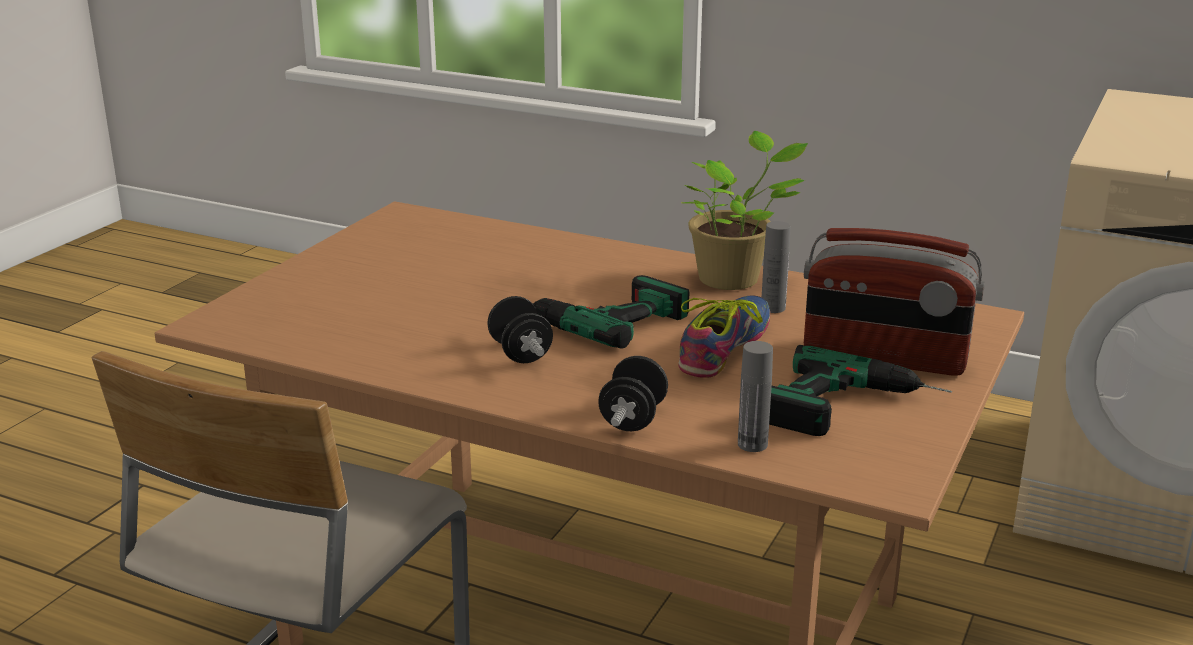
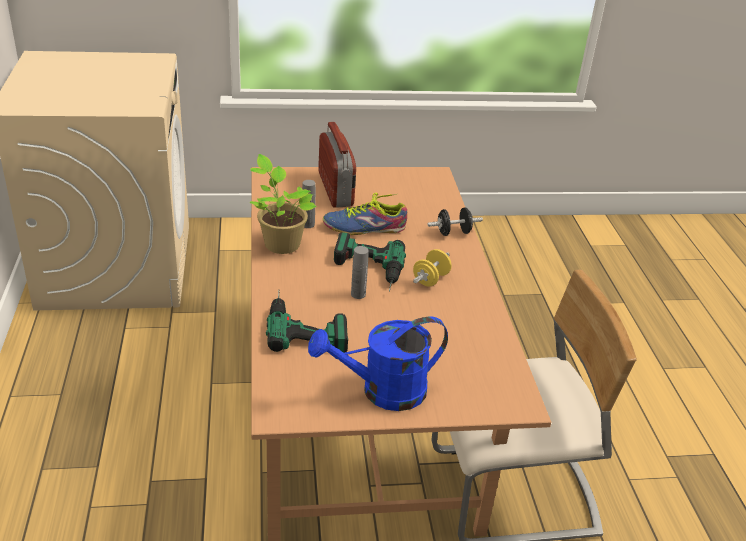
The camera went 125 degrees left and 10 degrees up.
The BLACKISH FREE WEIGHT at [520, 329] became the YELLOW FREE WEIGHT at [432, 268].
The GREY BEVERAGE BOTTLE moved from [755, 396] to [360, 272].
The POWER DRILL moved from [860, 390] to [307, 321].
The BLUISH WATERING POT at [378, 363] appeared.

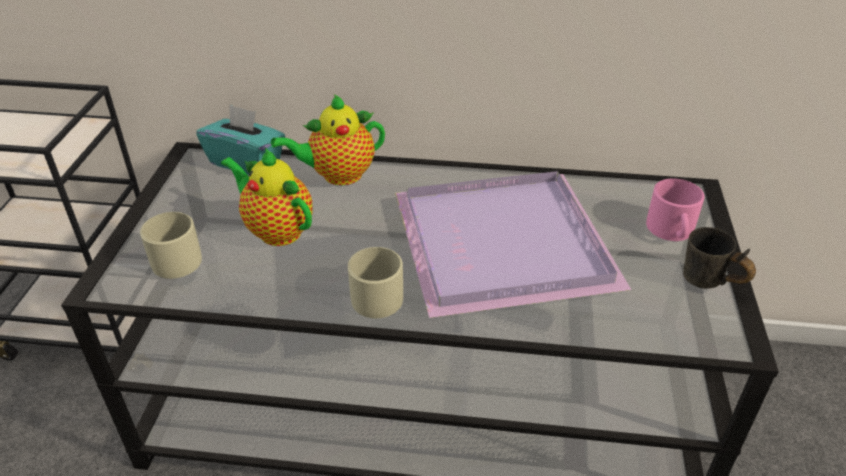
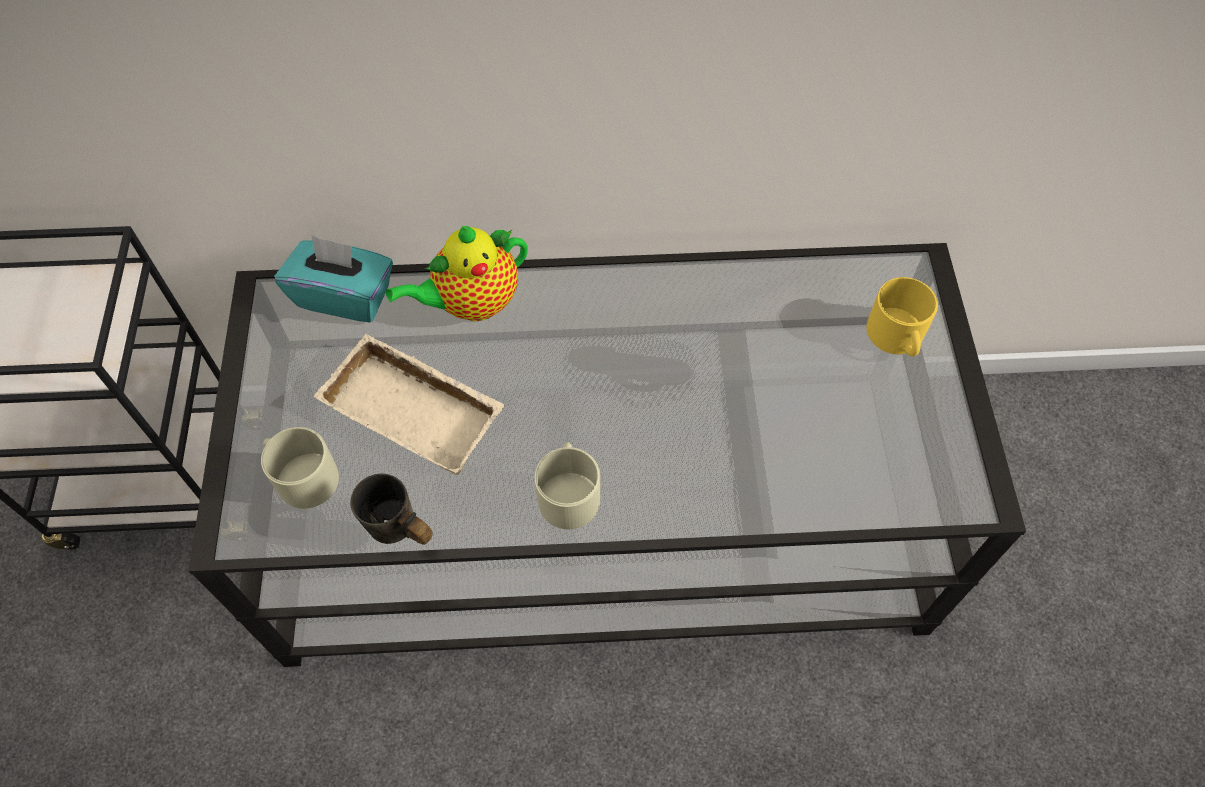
The camera went 10 degrees left and 20 degrees up.
The TEAPOT at [267, 196] was replaced by the BEIGE CARRYING TRAY at [409, 404].
The PURPLE CARRYING TRAY at [513, 244] disappeared.
The PINK MUG at [675, 210] became the YELLOW MUG at [902, 317].
The GREY MUG moved from [719, 258] to [391, 508].

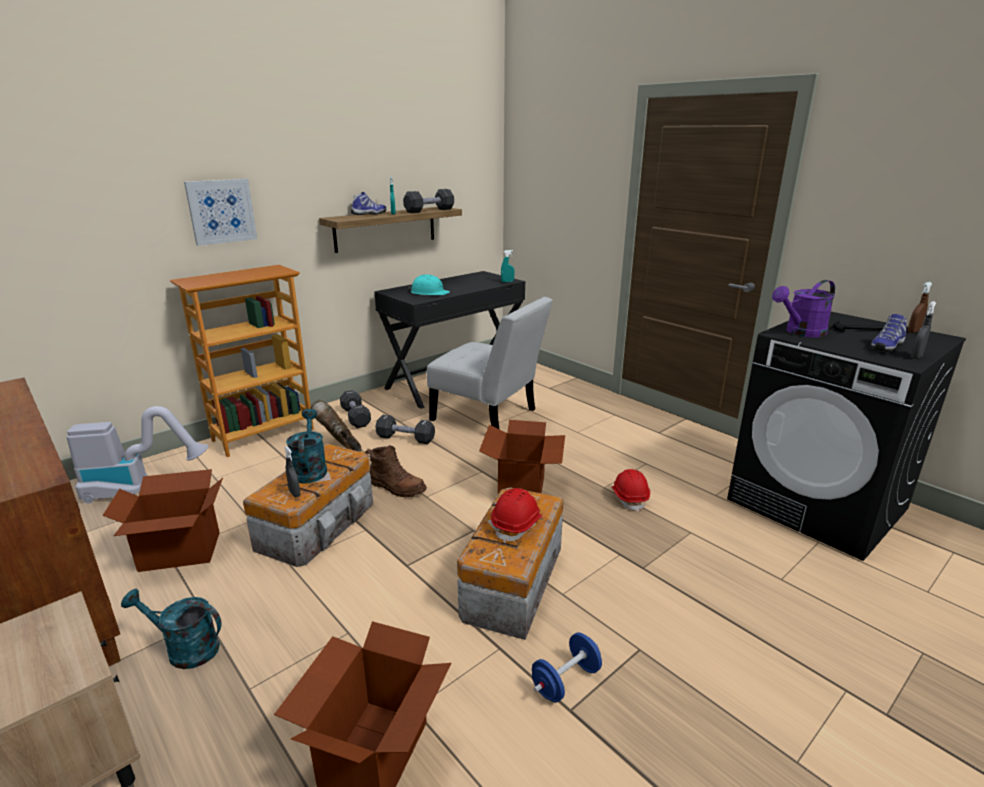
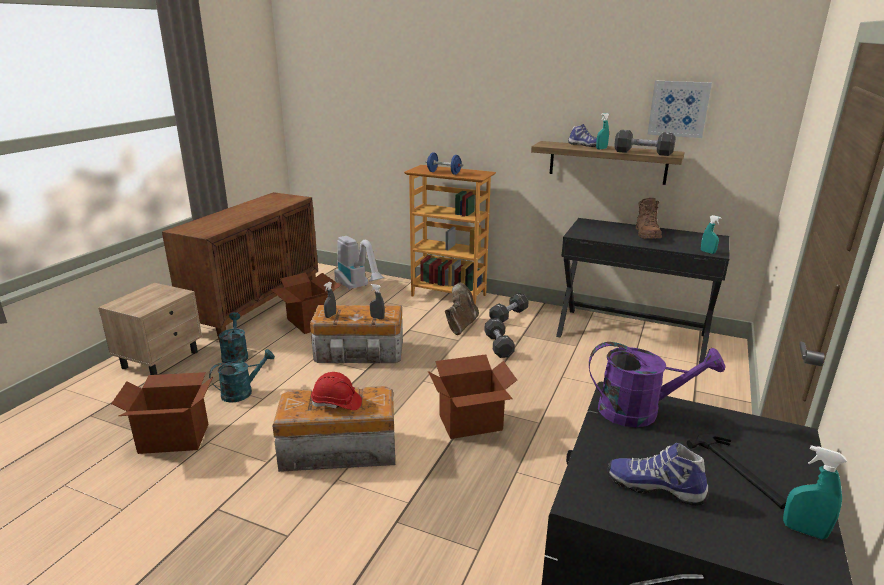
The camera went 65 degrees right and 0 degrees up.
The WALL PICTURE moved from [220, 212] to [679, 109].
The BLUE-GREEN WORK HELMET at [429, 284] disappeared.
The PURPLE WATERING POT at [803, 309] turned 150 degrees clockwise.
The BROWN SPRAYER at [920, 307] became the BLUE-GREEN SPRAYER at [815, 492].
The WHITE-COLOURED UPRIGHT CHAIR at [490, 363] disappeared.
The GREY SPRAYER moved from [923, 330] to [377, 302].
The BLUE-GREEN WATERING POT moved from [306, 446] to [242, 376].
The BROWN TALL BOOT moved from [396, 471] to [649, 218].
The RED WORK HELMET at [631, 490] disappeared.
The BLUISH FREE WEIGHT moved from [567, 668] to [444, 164].

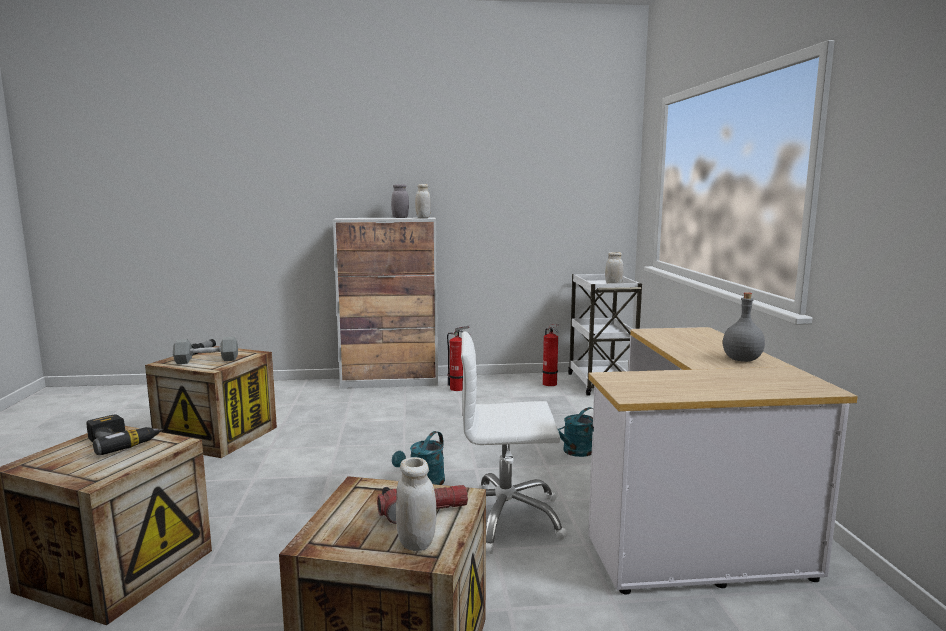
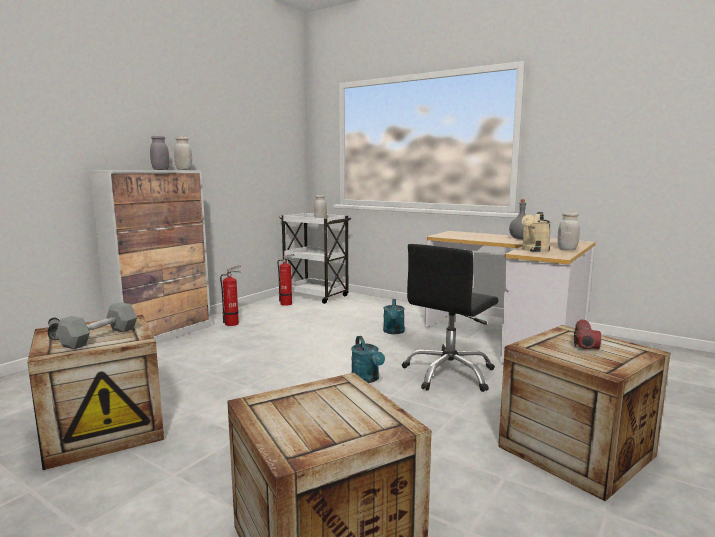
The camera went 50 degrees left and 0 degrees up.
The WHITE-COLOURED COMPUTER CHAIR at [514, 443] became the BLACKISH COMPUTER CHAIR at [450, 318].
The POWER DRILL at [124, 434] disappeared.
The WHITE-COLOURED STORAGE JAR moved from [416, 504] to [569, 231].
The BEIGE WATERING POT at [536, 232] appeared.

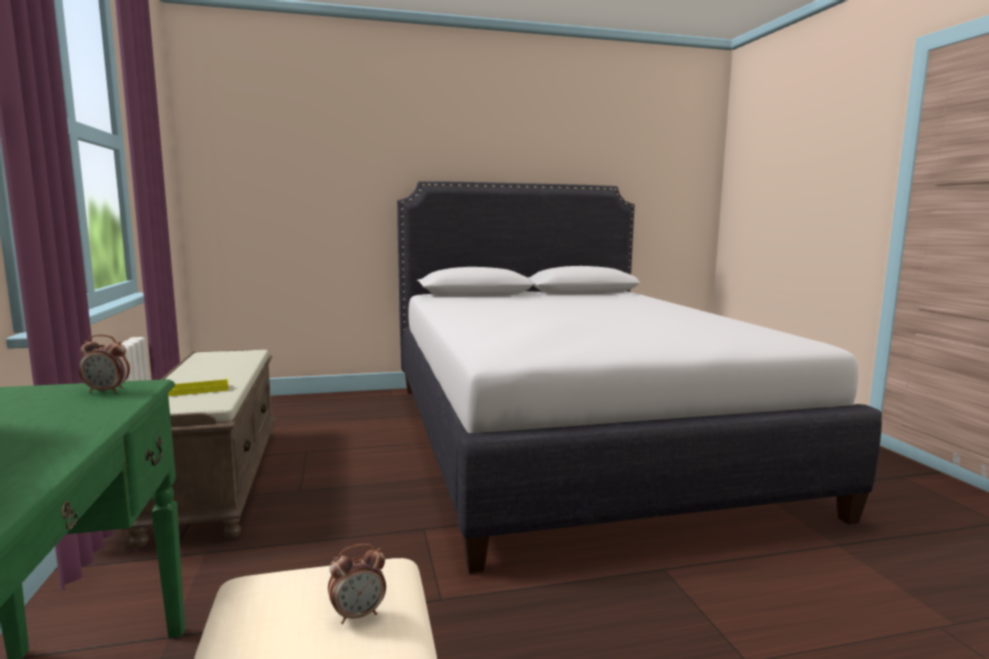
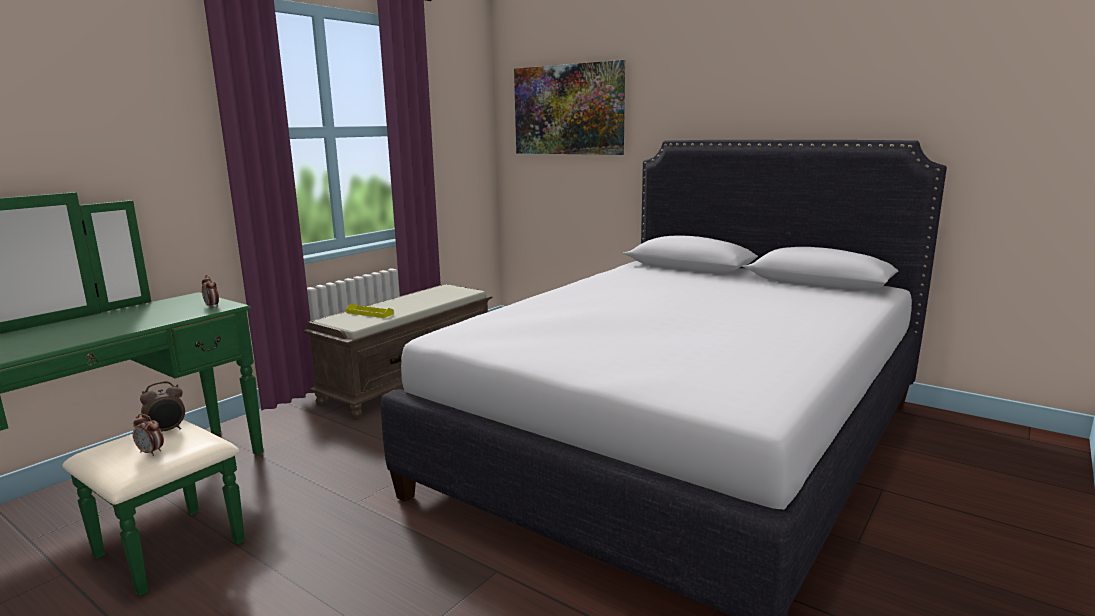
The camera went 50 degrees right and 5 degrees up.
The WALL PICTURE at [569, 107] appeared.
The BEDSIDE CLOCK at [162, 406] appeared.

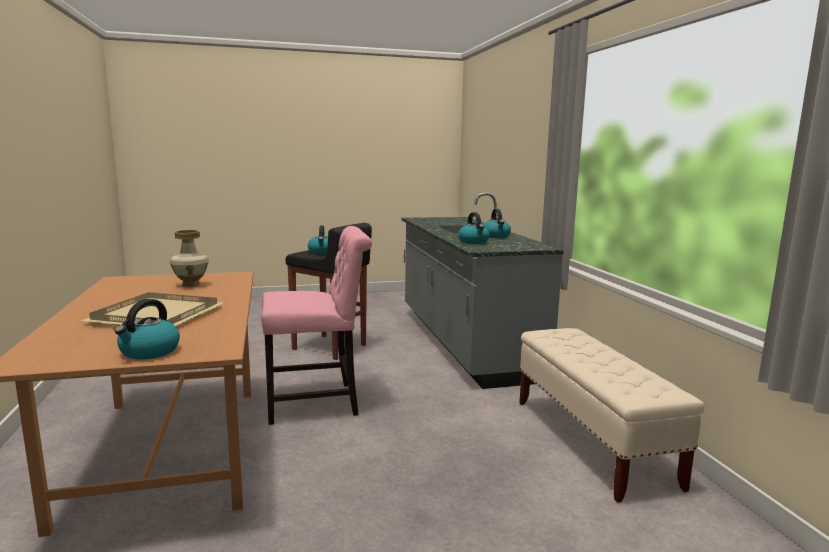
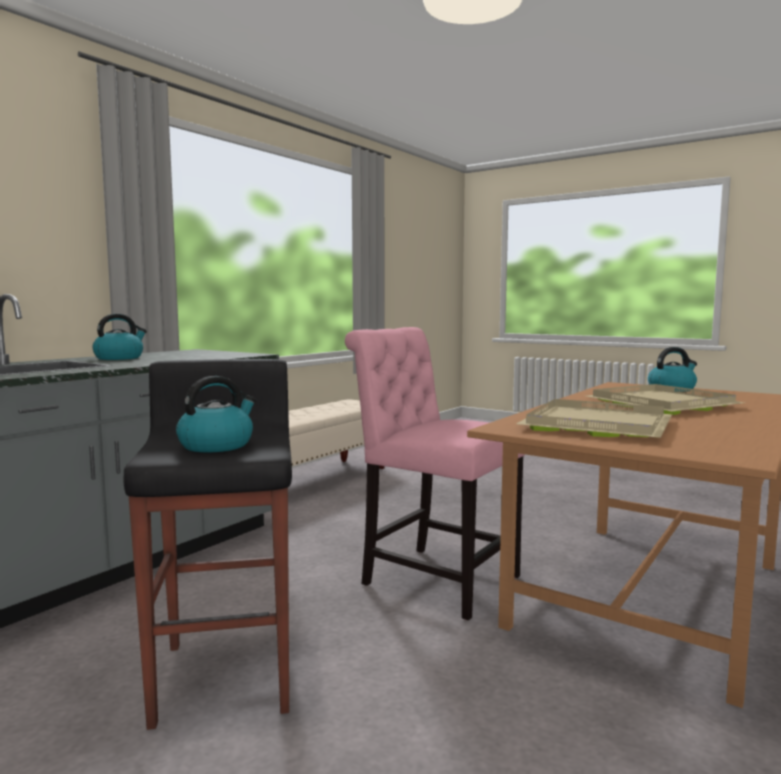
The camera went 130 degrees left and 5 degrees down.
The WATER KETTLE at [474, 228] disappeared.
The FLOWER VASE at [189, 258] was replaced by the BEIGE CARRYING TRAY at [594, 418].

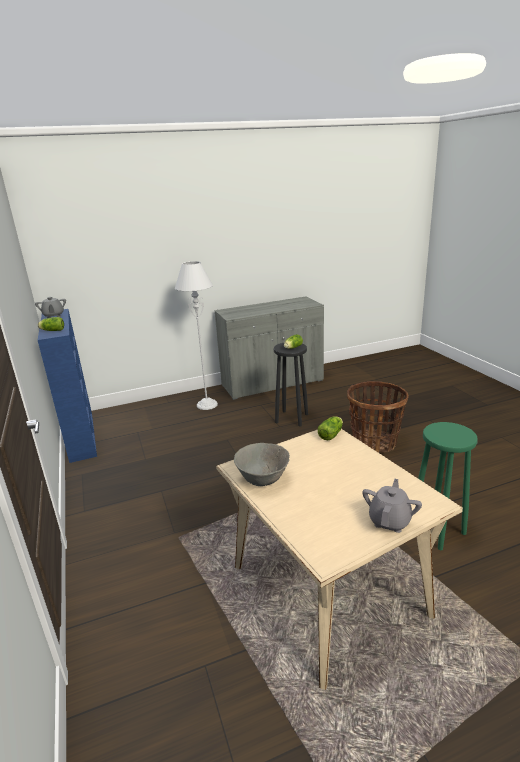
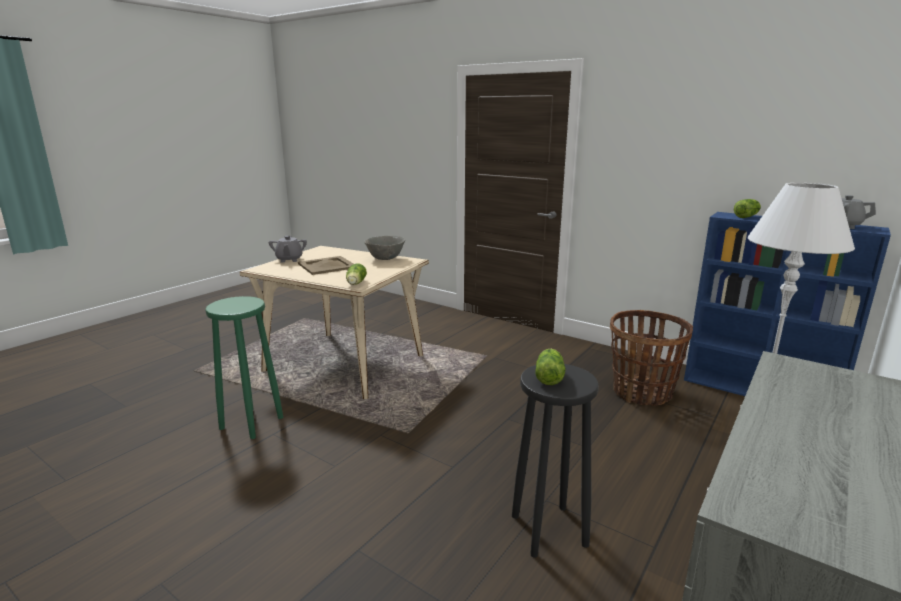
The camera went 145 degrees right and 5 degrees down.
The STORAGE BASKET moved from [378, 417] to [651, 358].
The BEIGE CARRYING TRAY at [325, 265] appeared.

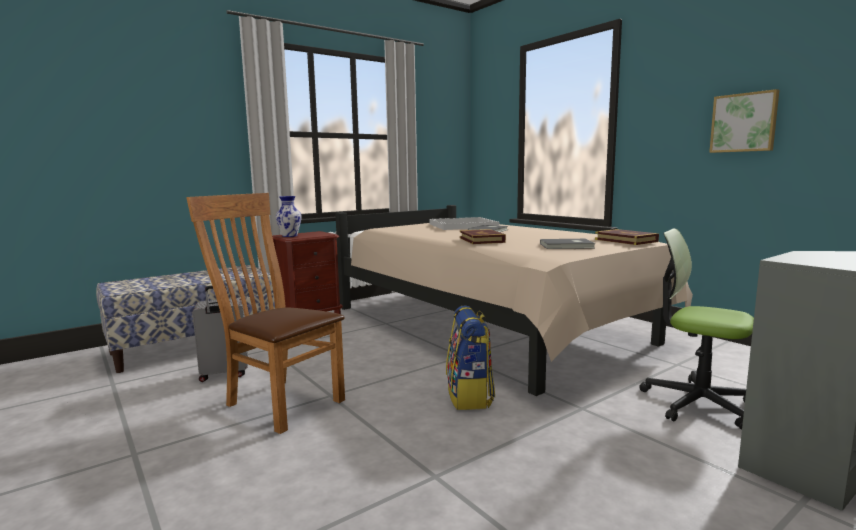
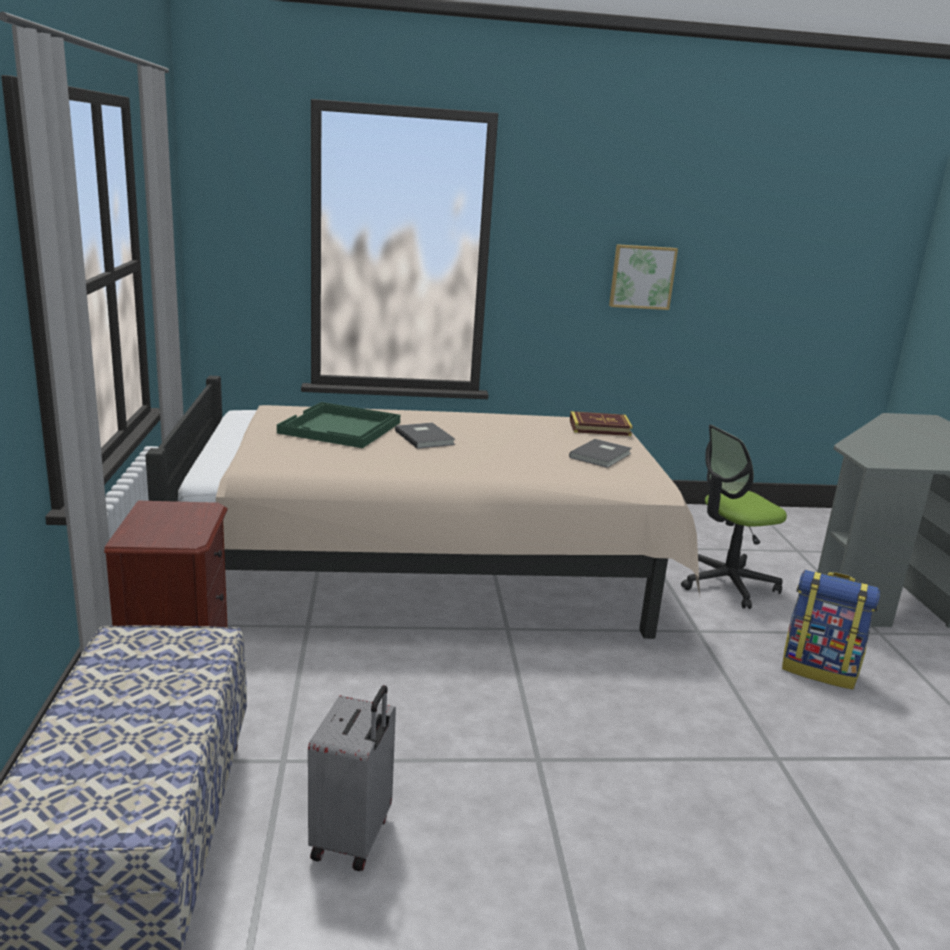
The camera went 60 degrees left and 10 degrees up.
The BROWN UPRIGHT CHAIR at [265, 313] disappeared.
The FLOWER VASE at [289, 216] disappeared.
The WHITE-COLOURED CARRYING TRAY at [464, 223] became the GREEN-COLOURED CARRYING TRAY at [338, 425].
The BOUND BOOK at [483, 236] disappeared.
The KNAPSACK moved from [470, 357] to [831, 630].

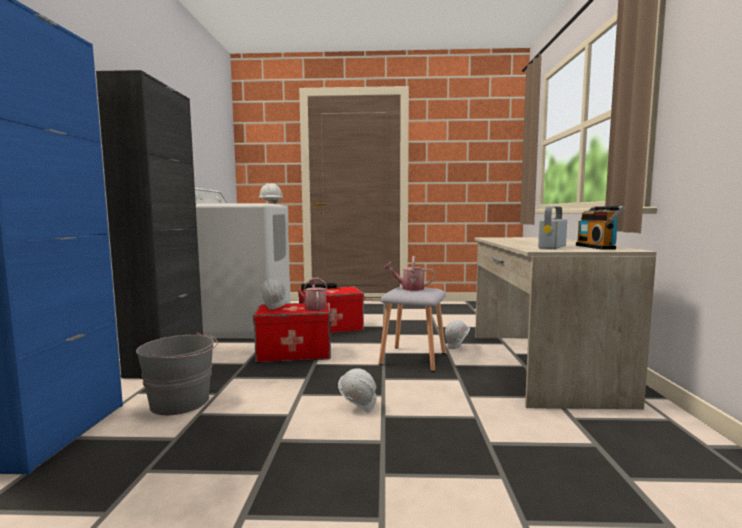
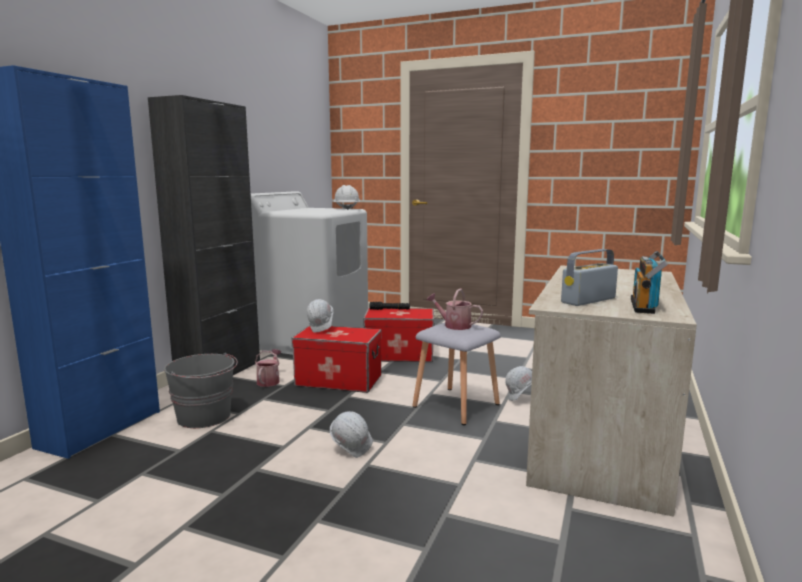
The camera went 20 degrees right and 5 degrees up.
The WATERING POT moved from [316, 294] to [268, 368].

